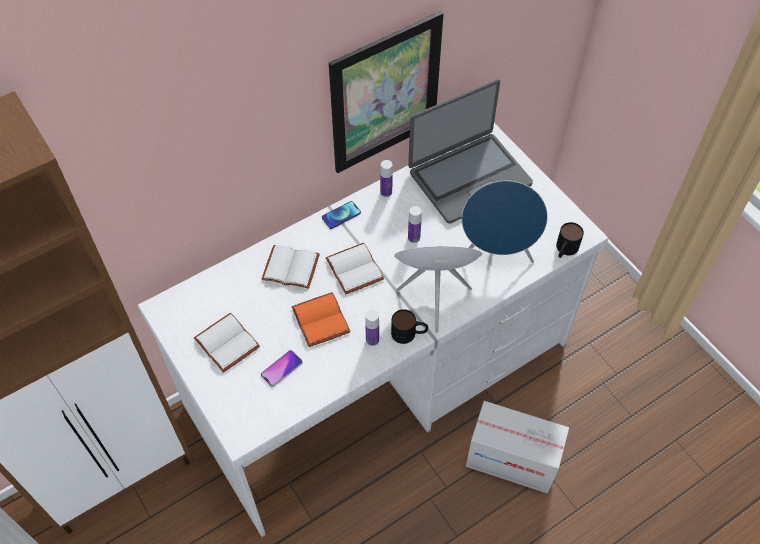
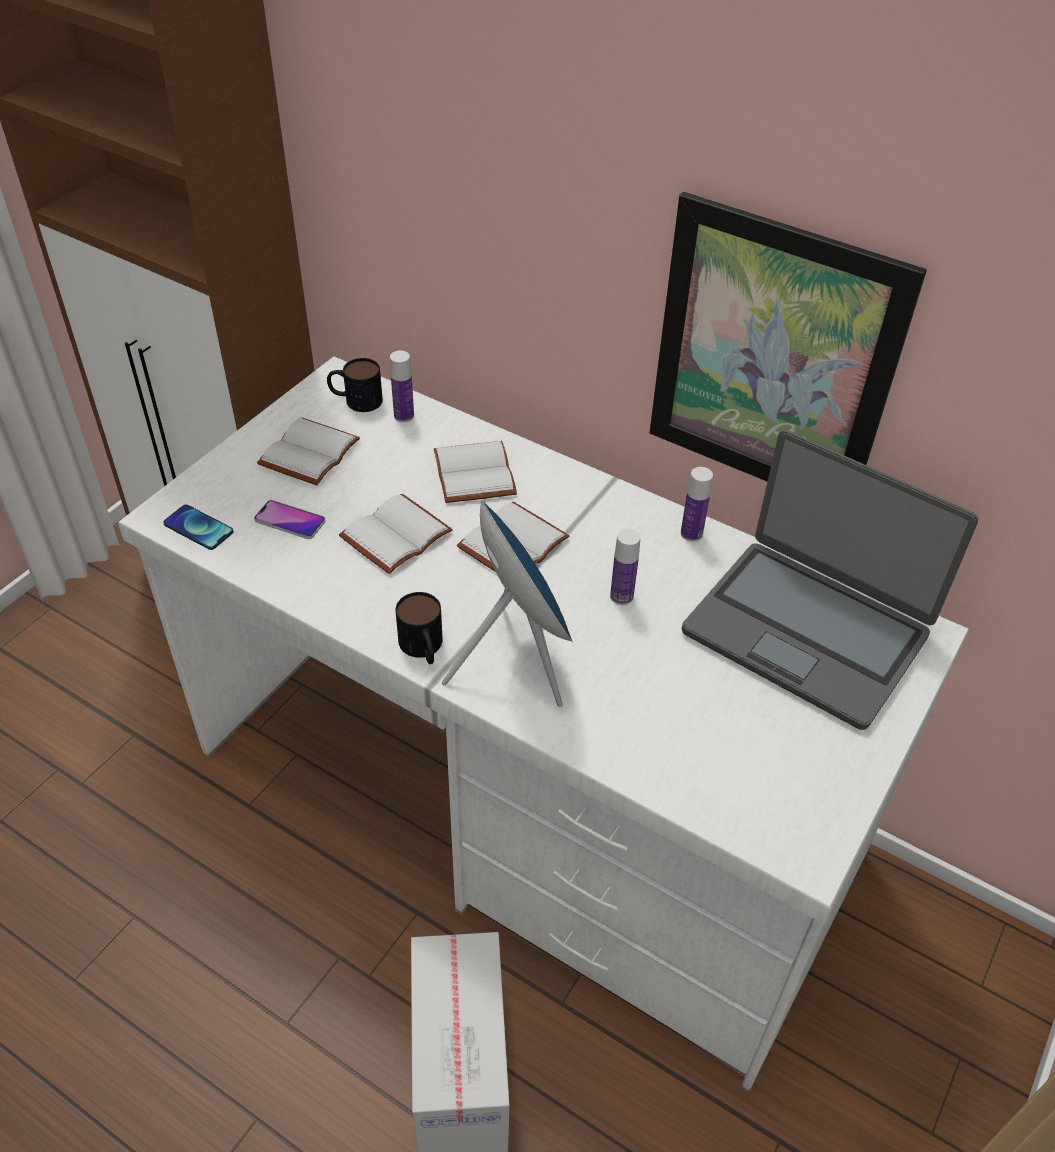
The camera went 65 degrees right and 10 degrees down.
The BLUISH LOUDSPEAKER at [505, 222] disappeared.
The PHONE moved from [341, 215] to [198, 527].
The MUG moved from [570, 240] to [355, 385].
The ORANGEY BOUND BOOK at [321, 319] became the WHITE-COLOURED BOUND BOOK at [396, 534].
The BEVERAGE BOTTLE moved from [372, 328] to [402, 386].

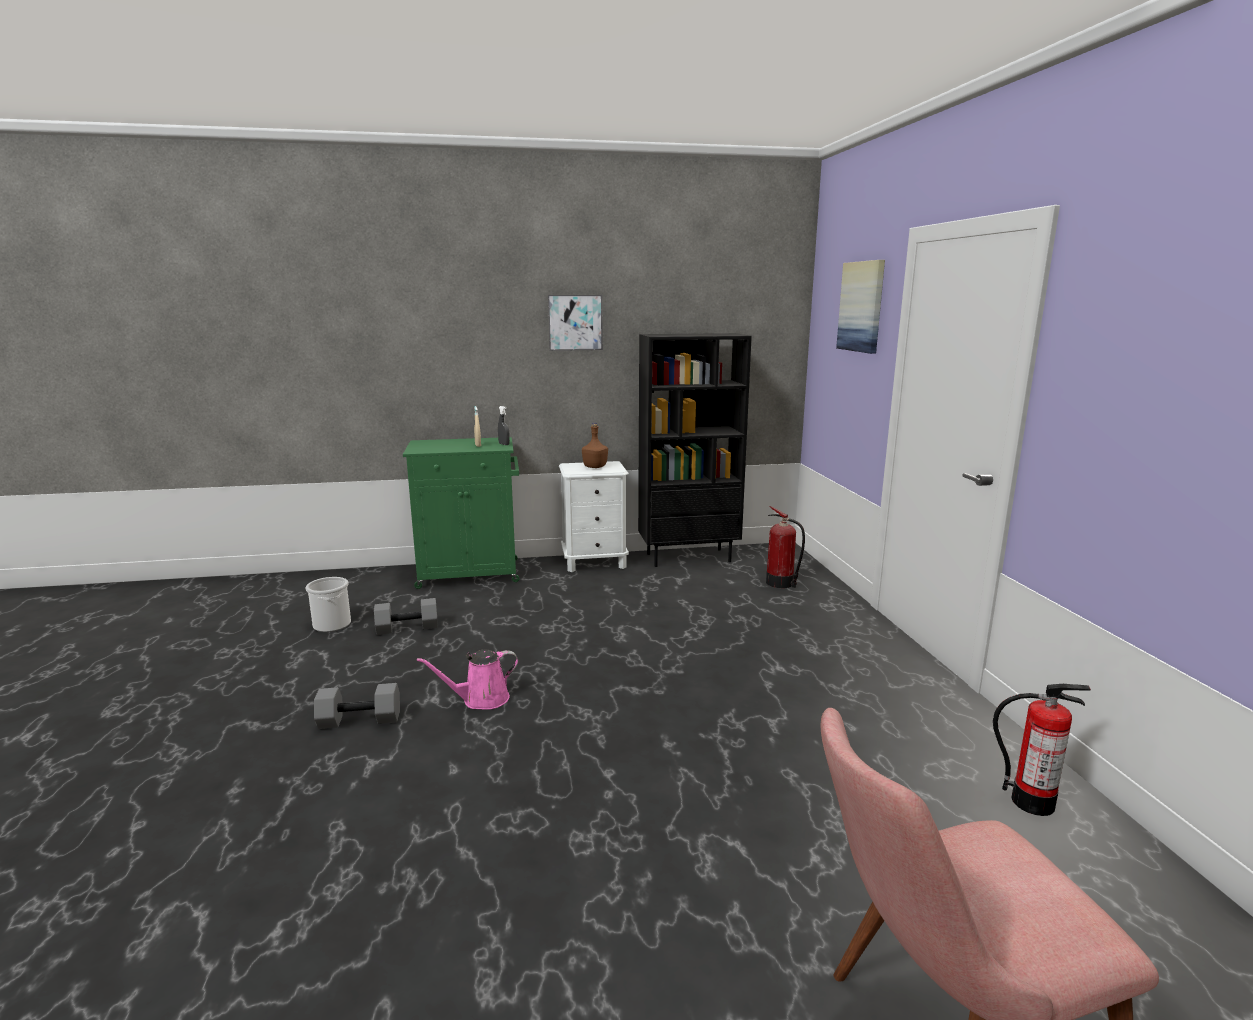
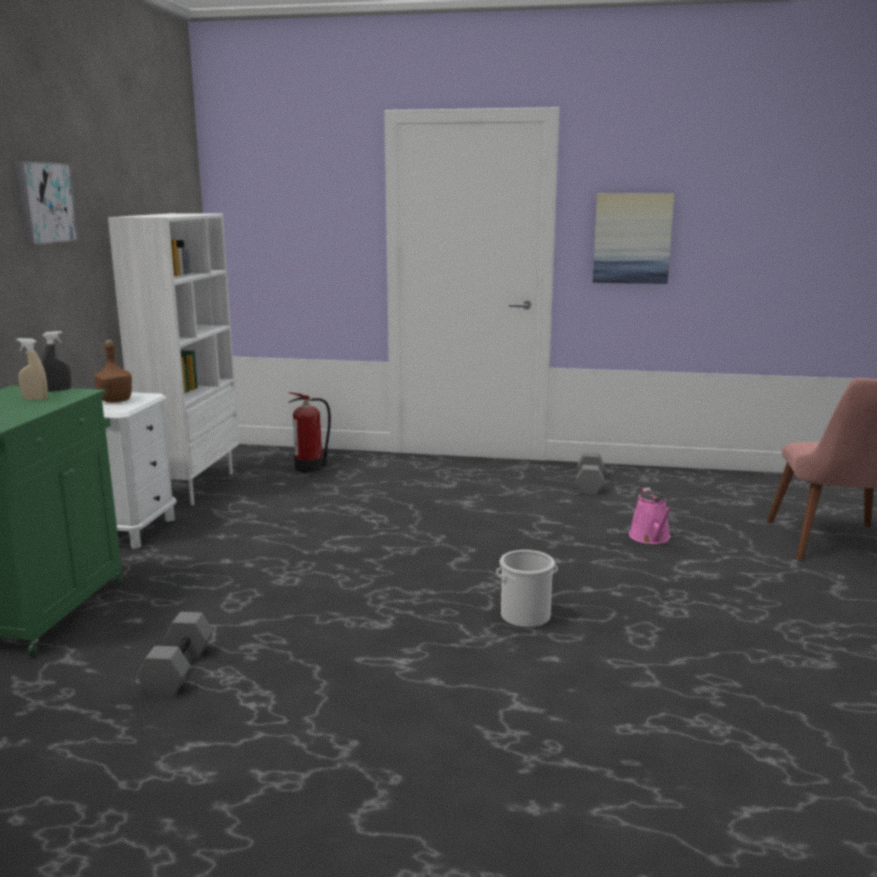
The camera went 70 degrees left and 0 degrees up.
The WALL PICTURE moved from [860, 307] to [633, 239].
The BLACKISH BOOKSHELF at [695, 450] became the WHITE-COLOURED BOOKSHELF at [173, 359].
The WATER BUCKET moved from [328, 604] to [527, 589].
The PINK WATERING POT moved from [468, 680] to [650, 516].
The GREY FREE WEIGHT moved from [357, 706] to [590, 473].
The FIRE-FIGHTING CYLINDER at [1042, 750] disappeared.

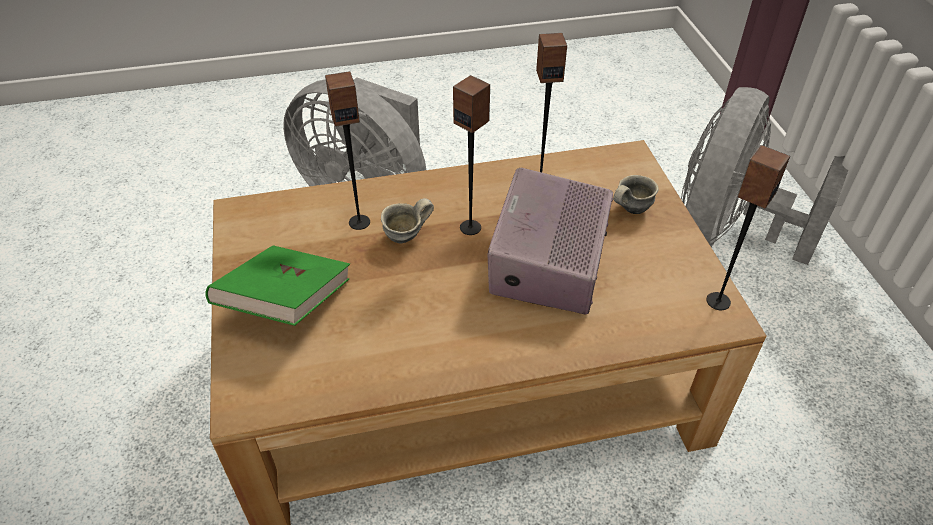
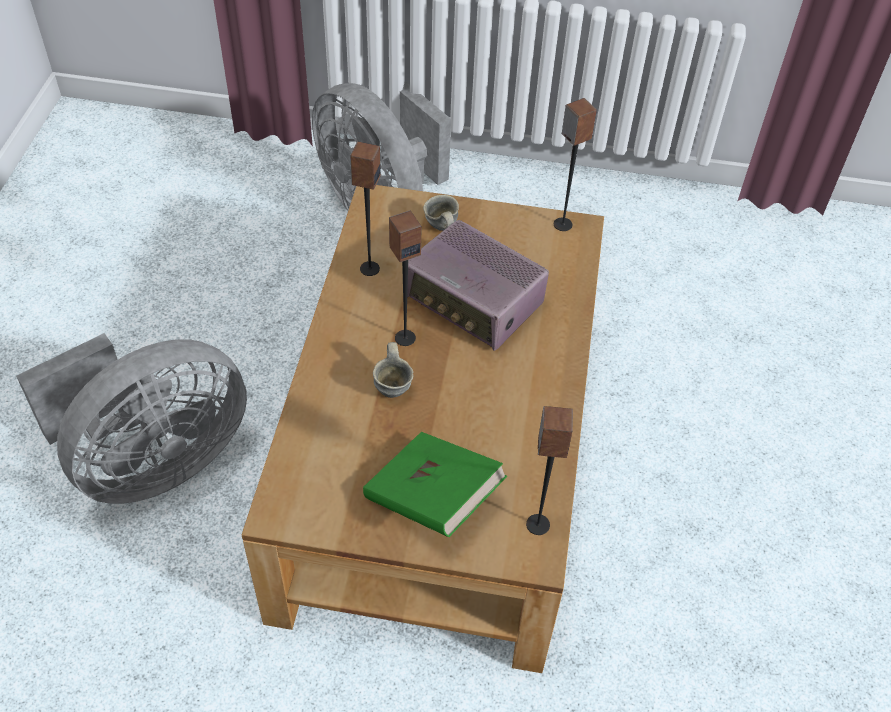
The camera went 70 degrees left and 5 degrees up.
The LOUDSPEAKER moved from [347, 150] to [549, 470].

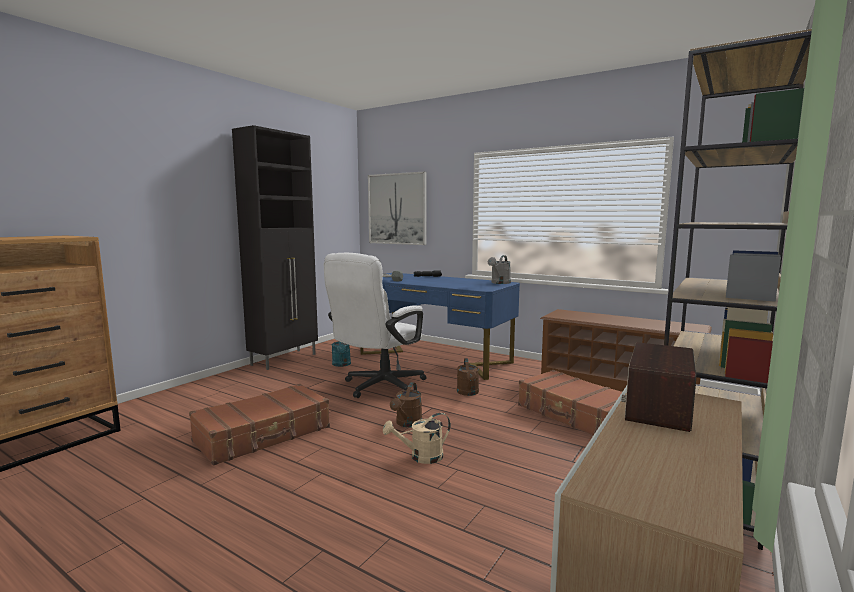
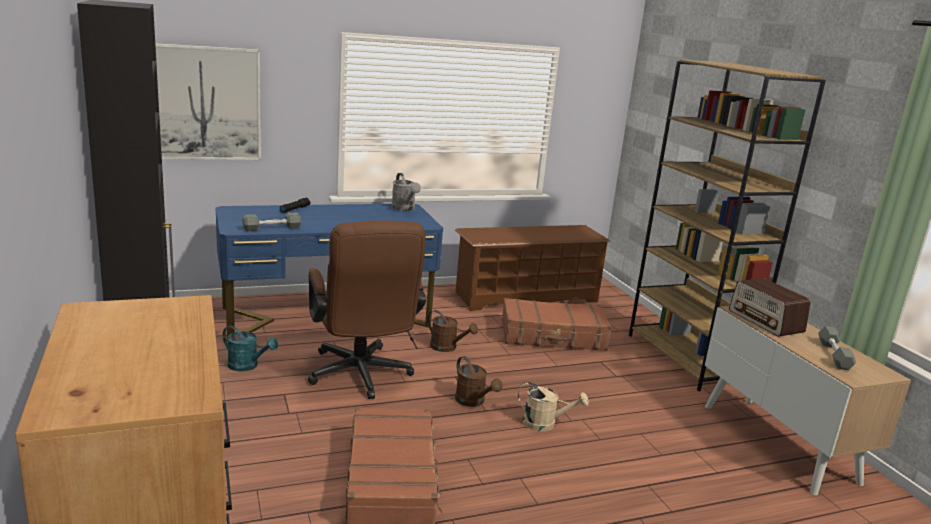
The camera went 55 degrees left and 10 degrees up.
The WHITE-COLOURED COMPUTER CHAIR at [375, 325] became the BROWN COMPUTER CHAIR at [367, 309].
The BEIGE WATERING POT at [416, 438] turned 90 degrees counterclockwise.
The GREY FREE WEIGHT at [837, 348] appeared.

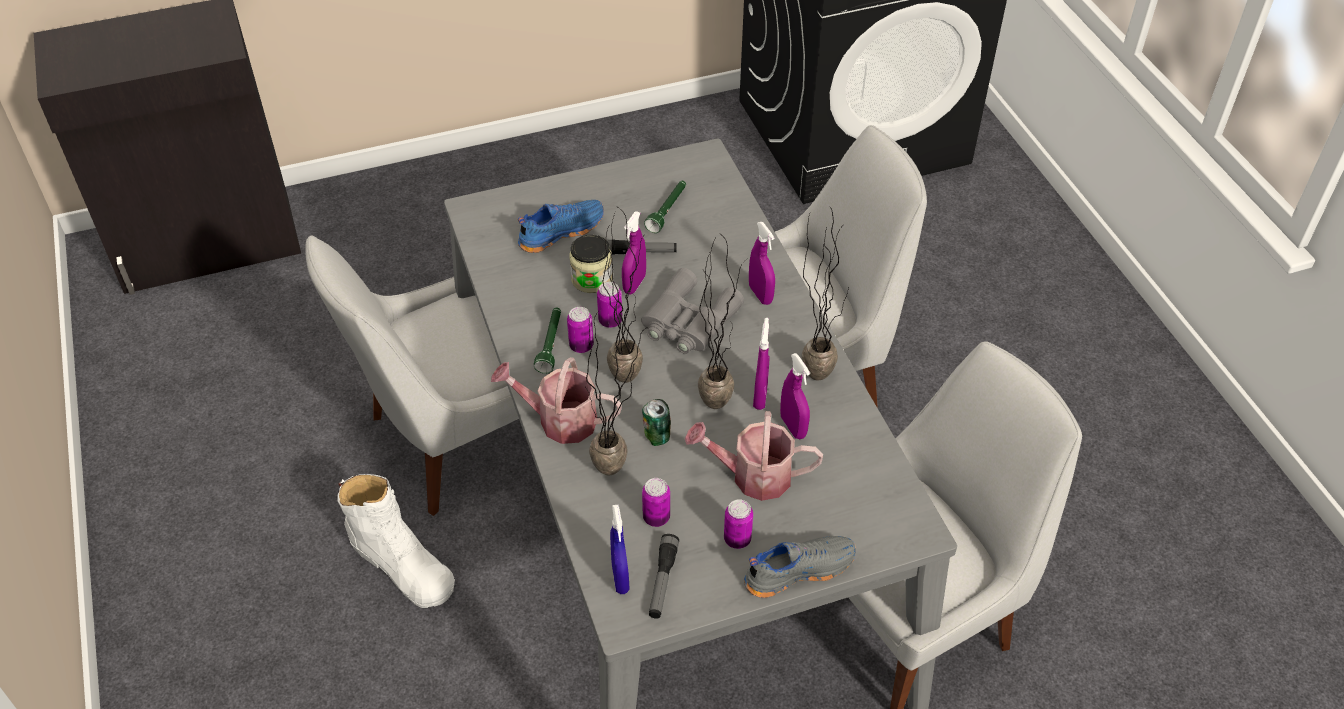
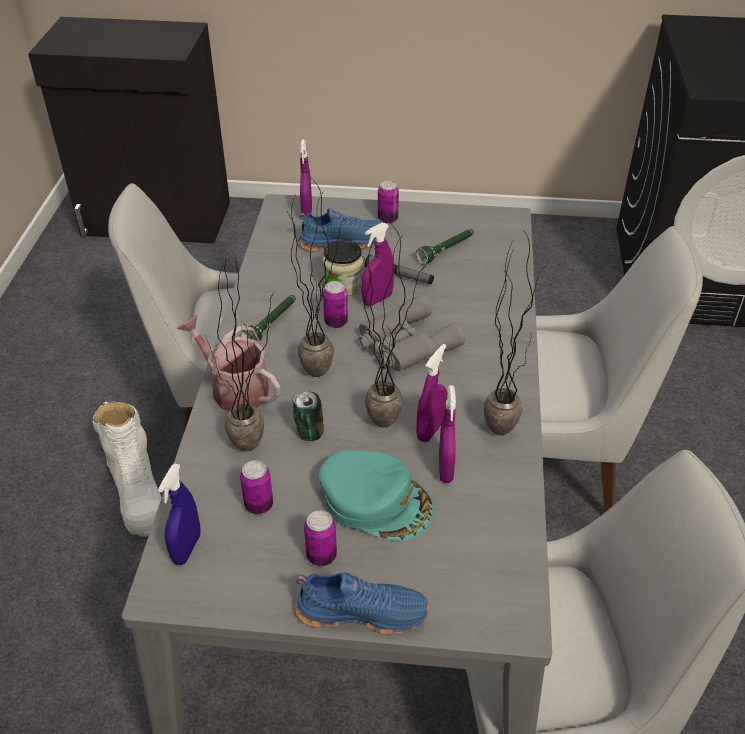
The camera went 25 degrees right and 5 degrees down.
The PURPLE SPRAYER moved from [762, 263] to [306, 179].
The CAN moved from [580, 330] to [388, 202].
The WATERING POT at [754, 456] was replaced by the BLUE-GREEN BASEBALL CAP at [376, 495].
The FLASHLIGHT at [664, 576] disappeared.
The GREY SHOE at [800, 567] became the BLUISH SHOE at [362, 604].

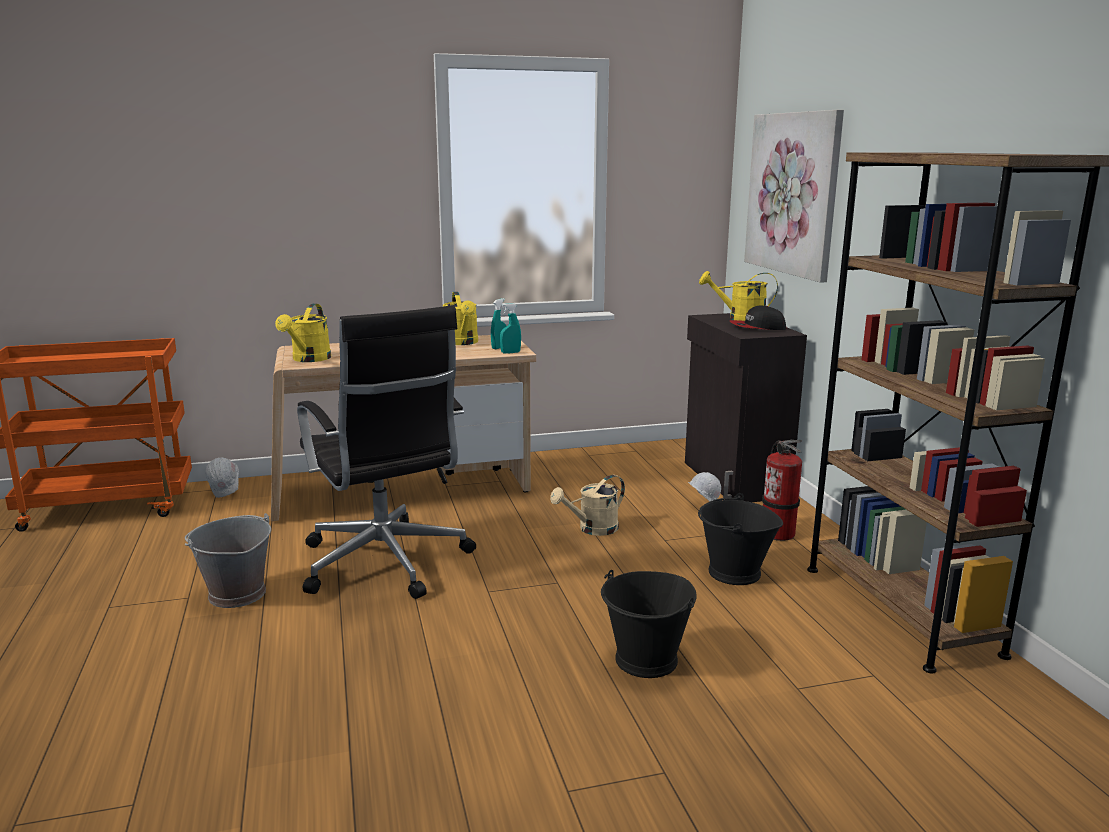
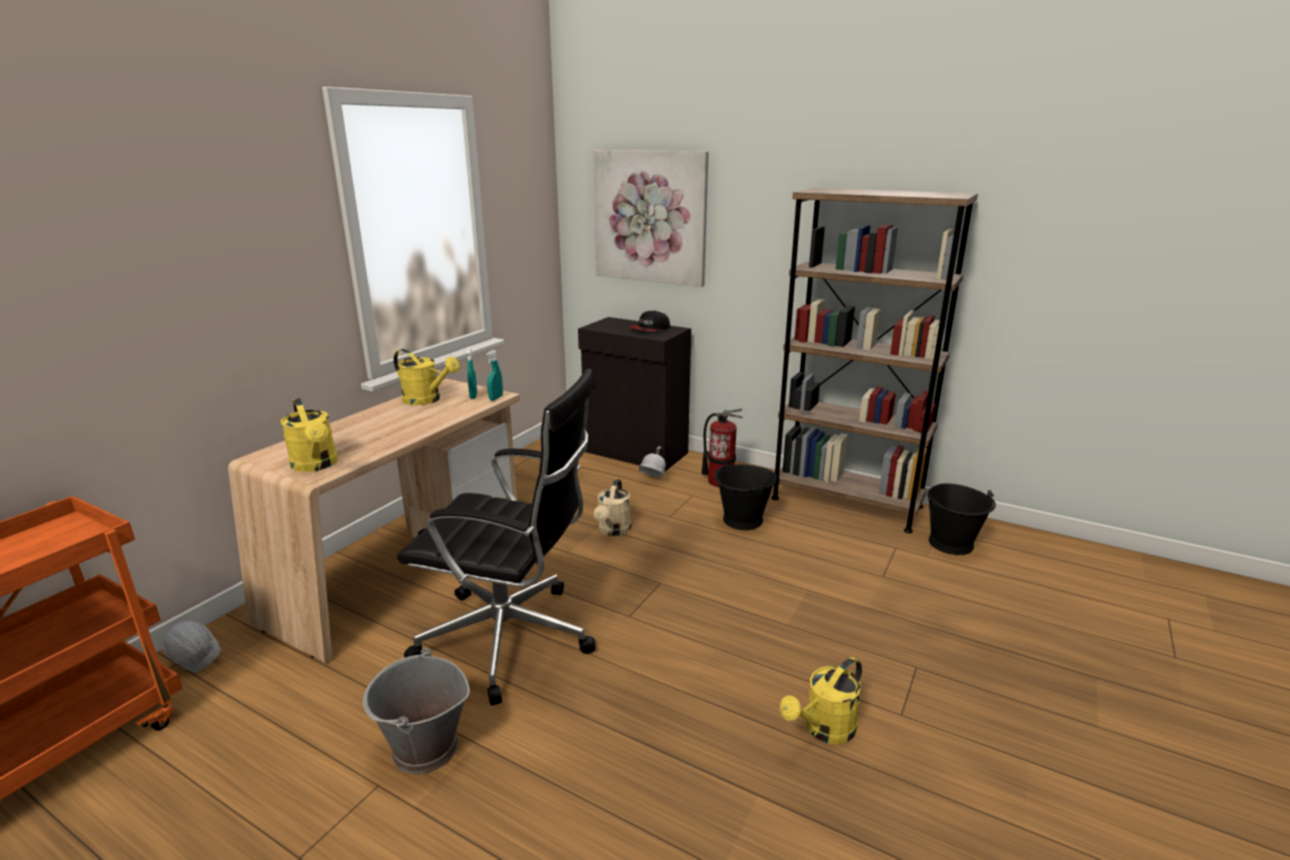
The camera went 45 degrees left and 5 degrees up.
The YELLOW WATERING POT moved from [738, 296] to [821, 700].
The BLACKISH WATER BUCKET moved from [648, 624] to [961, 519].

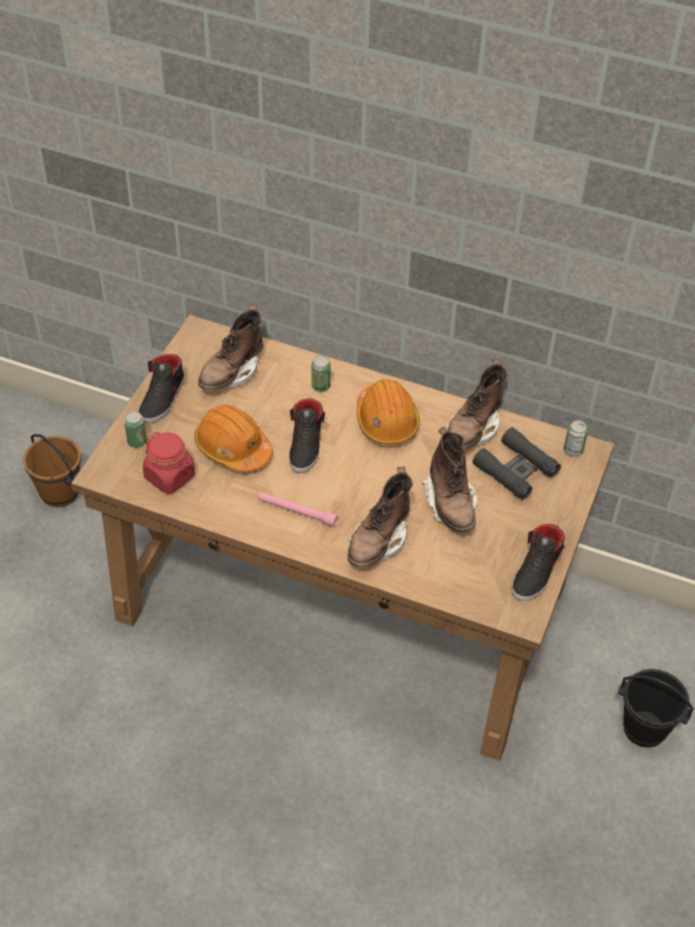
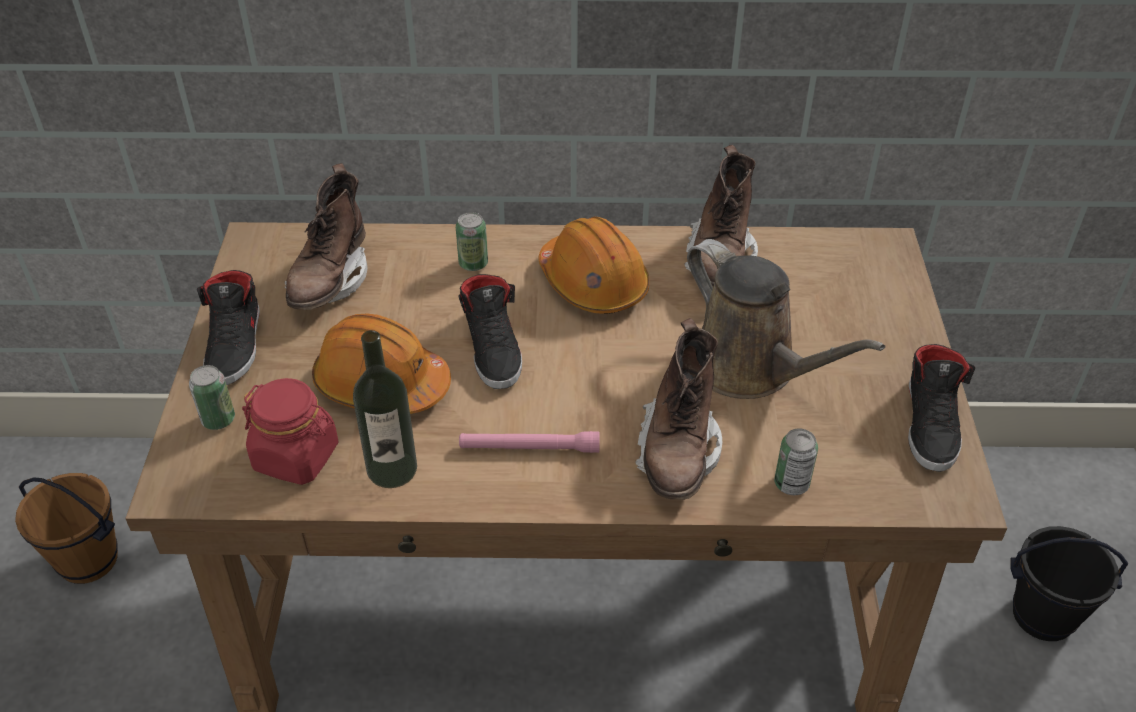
The camera went 20 degrees left and 5 degrees down.
The CAN moved from [576, 438] to [796, 461].
The BROWN TALL BOOT at [449, 480] was replaced by the BROWN WATERING POT at [786, 319].
The BLACKISH FIELD GLASSES at [517, 463] disappeared.
The BEVERAGE BOTTLE at [385, 409] appeared.

